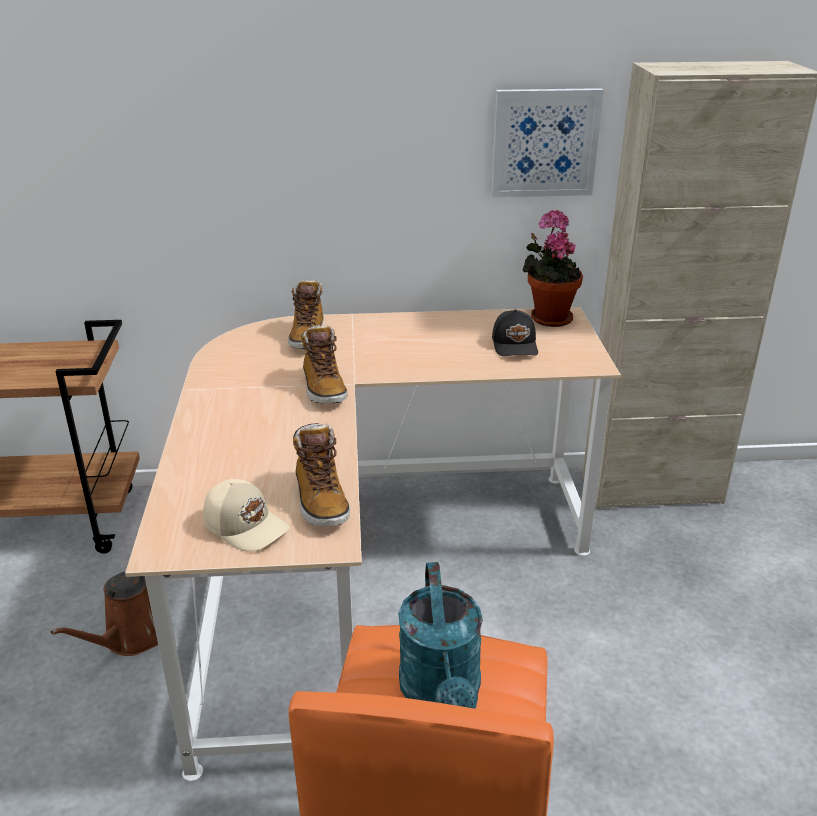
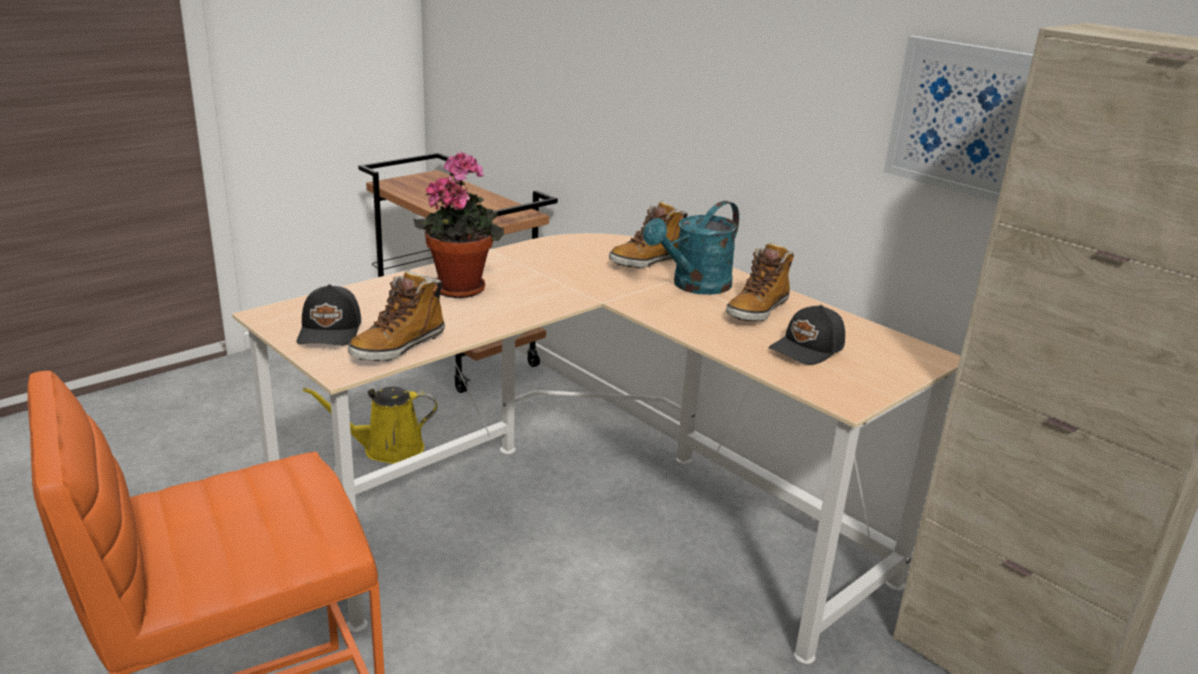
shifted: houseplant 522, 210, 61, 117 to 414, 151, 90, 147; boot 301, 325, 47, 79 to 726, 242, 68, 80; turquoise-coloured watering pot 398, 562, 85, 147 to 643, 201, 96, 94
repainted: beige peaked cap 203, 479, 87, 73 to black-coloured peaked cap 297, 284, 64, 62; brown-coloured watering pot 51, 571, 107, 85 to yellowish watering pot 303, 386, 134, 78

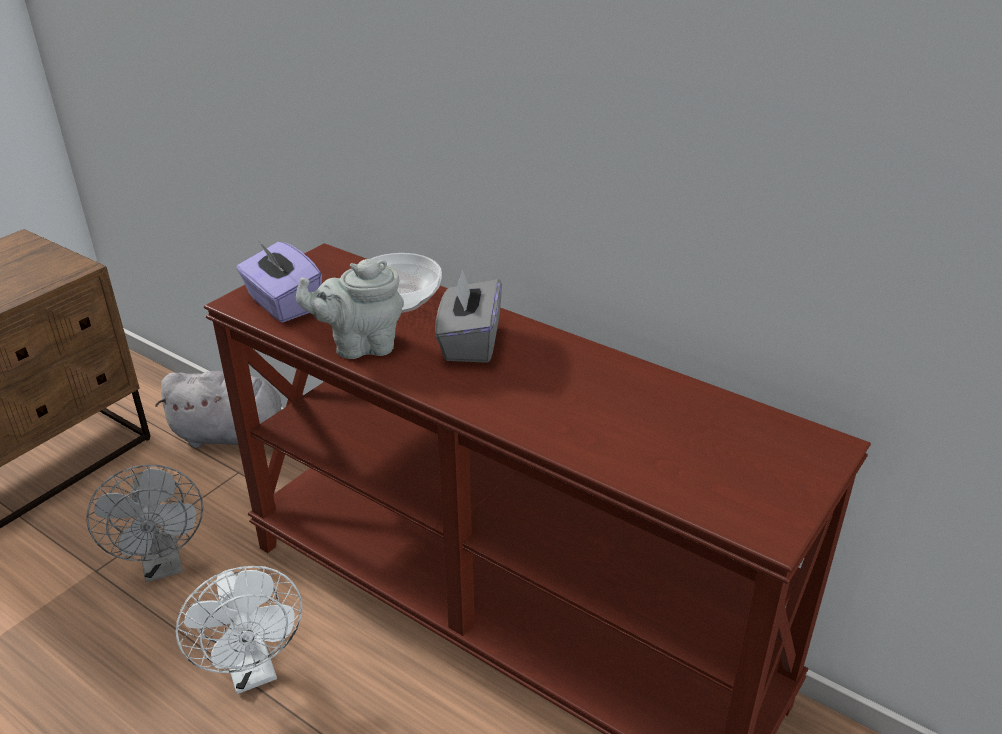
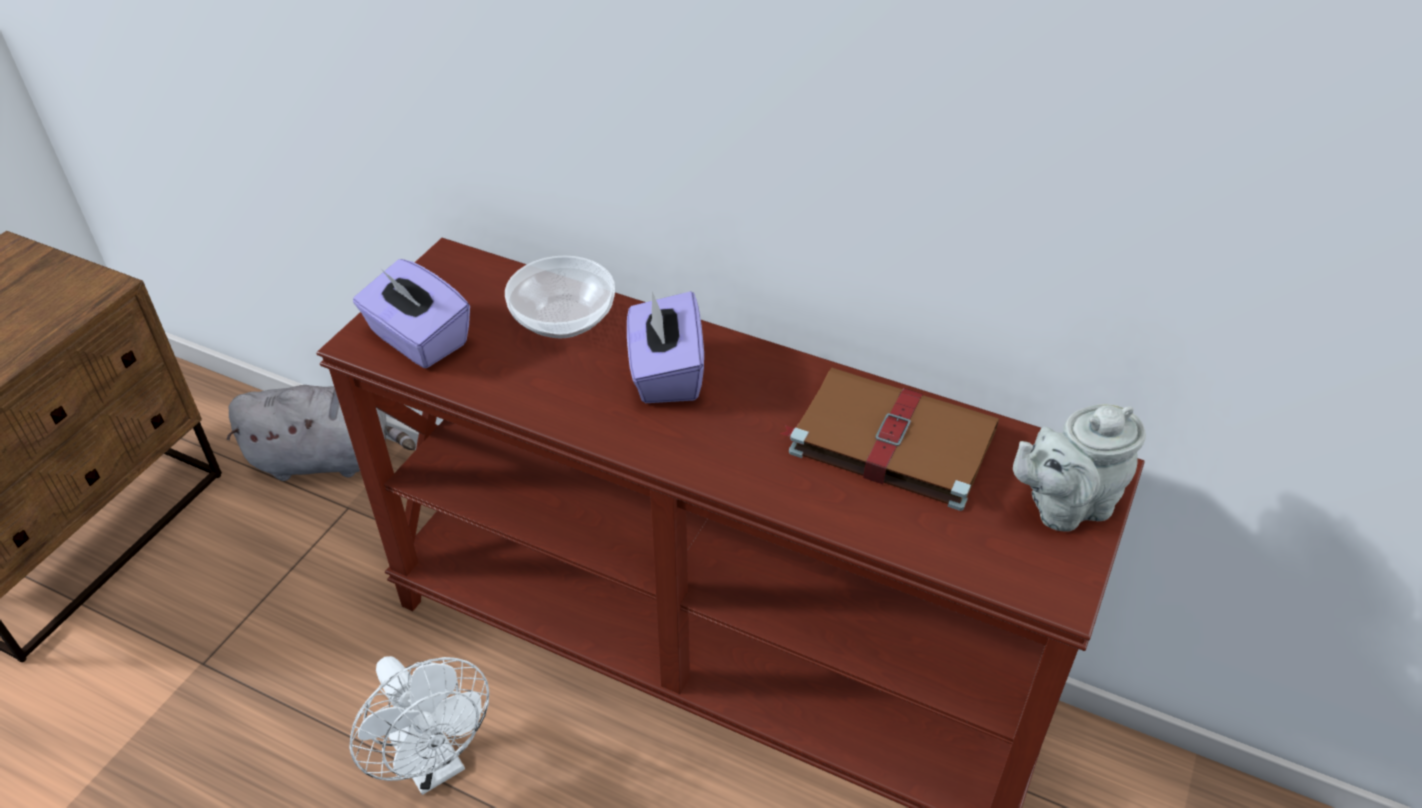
gone: gray electric fan 86, 465, 117, 117
new: brown-coloured volume 780, 368, 219, 143
shifted: gray teapot 296, 259, 108, 100 to 1013, 404, 133, 128
repainted: gray tissue holder 435, 270, 67, 93 to purple tissue holder 627, 291, 77, 112

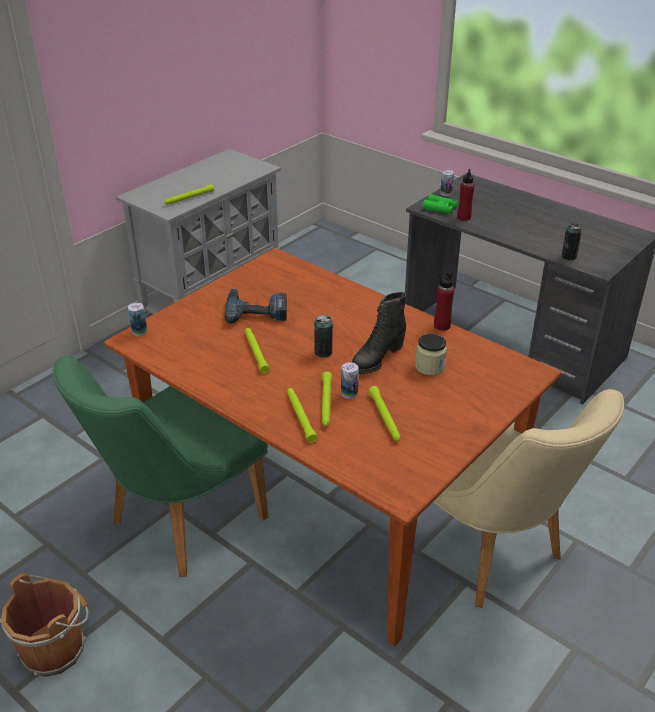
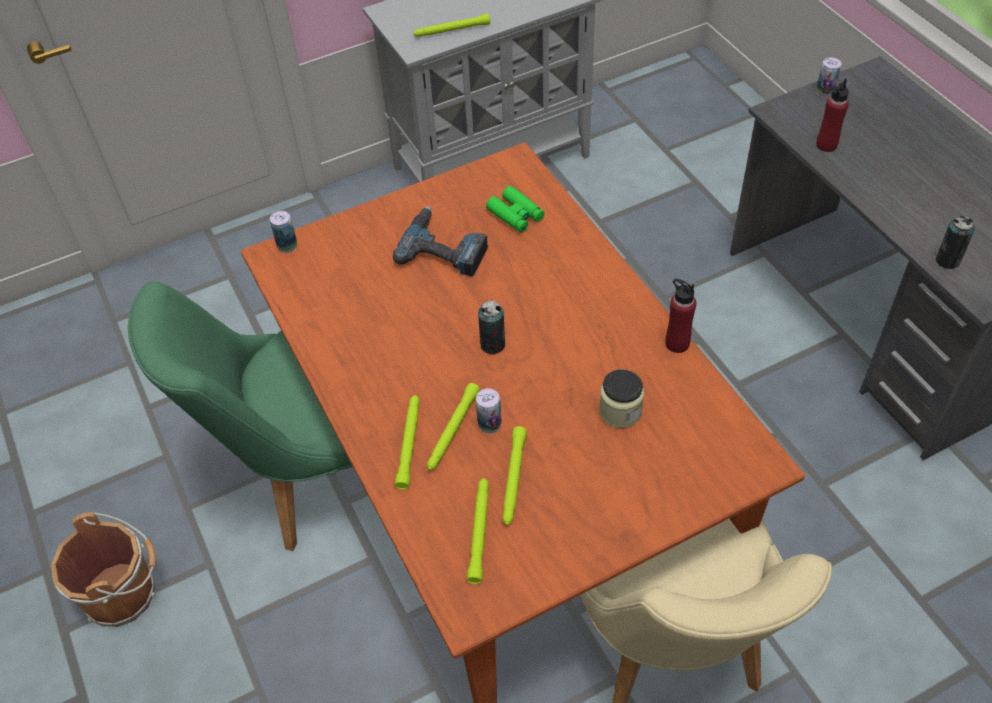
gone: black-coloured boot 352, 292, 54, 82
shifted: green pair of binoculars 423, 194, 35, 20 to 486, 186, 59, 47; green flashlight 245, 328, 25, 45 to 467, 478, 22, 106

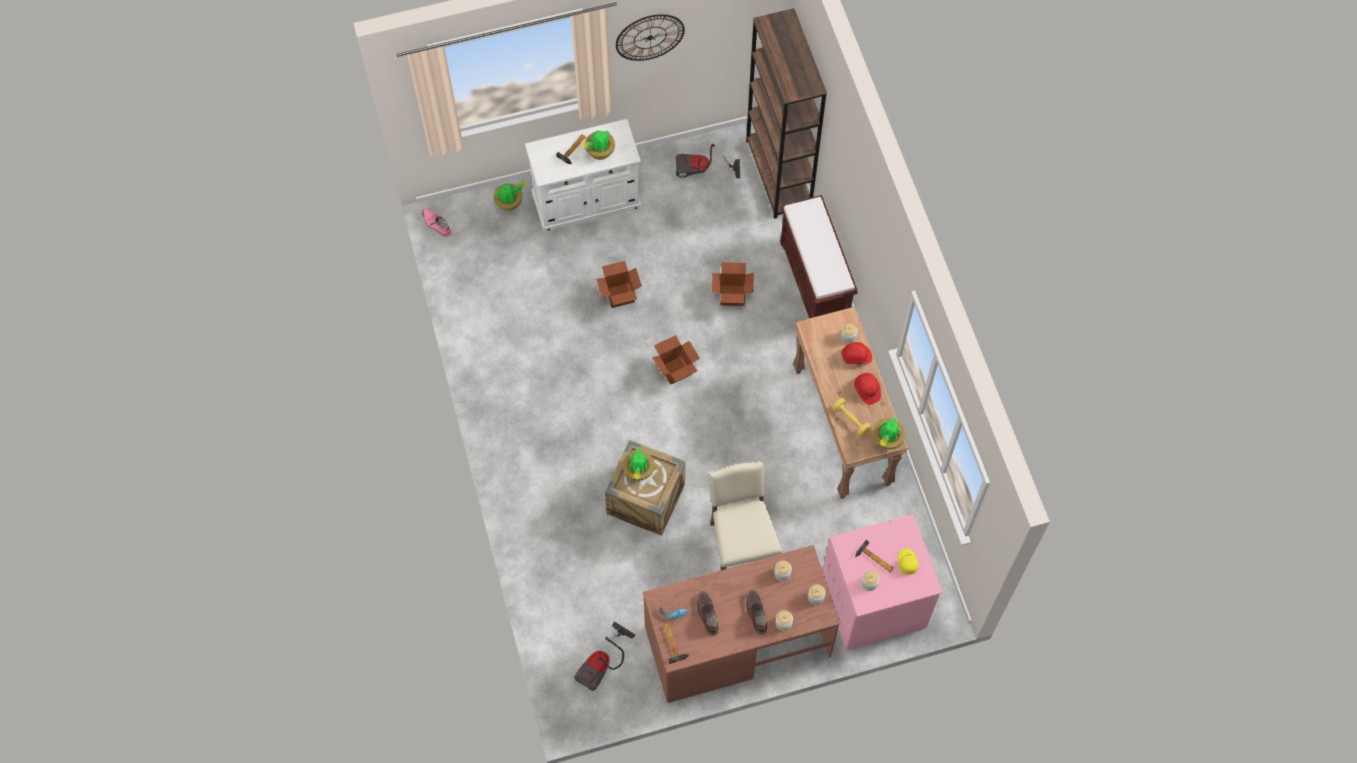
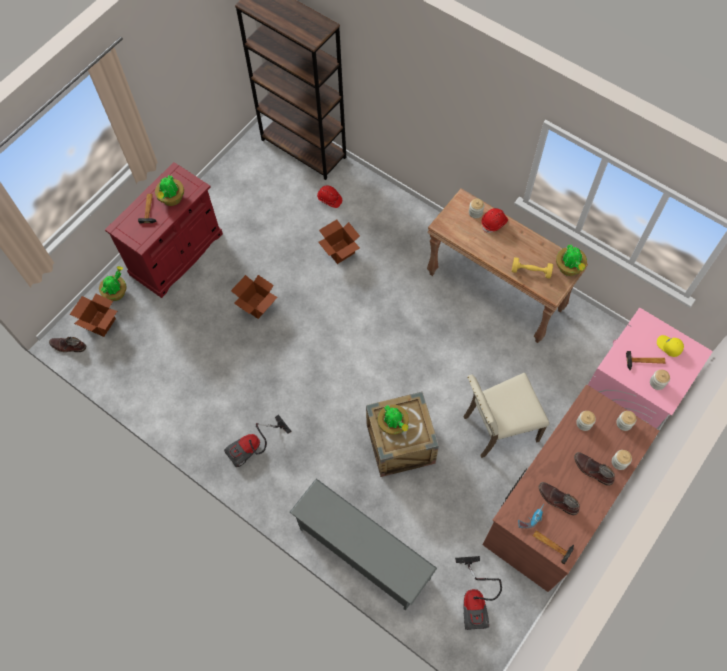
gone: clock on the wall 616, 14, 69, 47; brown-coloured bench 780, 195, 78, 123
new: gray shoe stand 290, 479, 147, 132
shifted: vacuum 676, 144, 64, 34 to 224, 414, 68, 53; cardboard box 652, 335, 48, 50 to 70, 294, 47, 43; red work helmet 854, 373, 27, 32 to 317, 185, 25, 23
repainted: white-coloured cabinet 525, 119, 116, 114 to red cabinet 105, 162, 118, 136; pink boot 422, 208, 29, 29 to brown-coloured boot 49, 337, 38, 15
rotated: beige chair 709, 461, 74, 110 = 463, 373, 87, 85 60 degrees counterclockwise

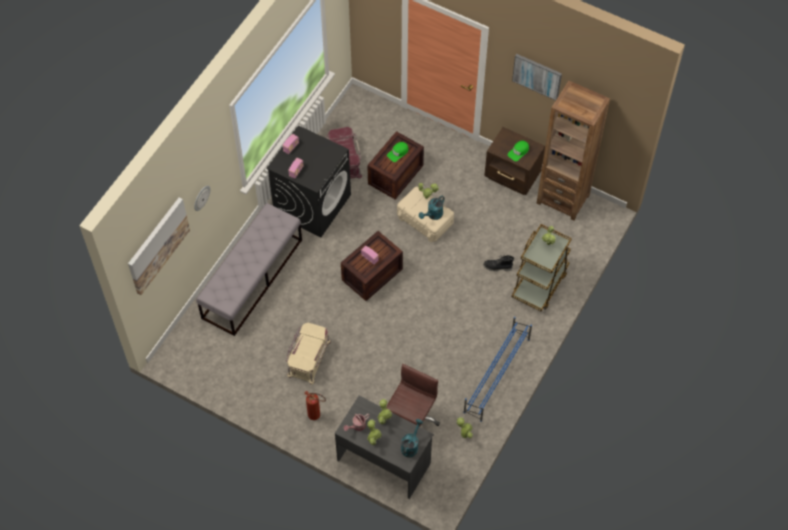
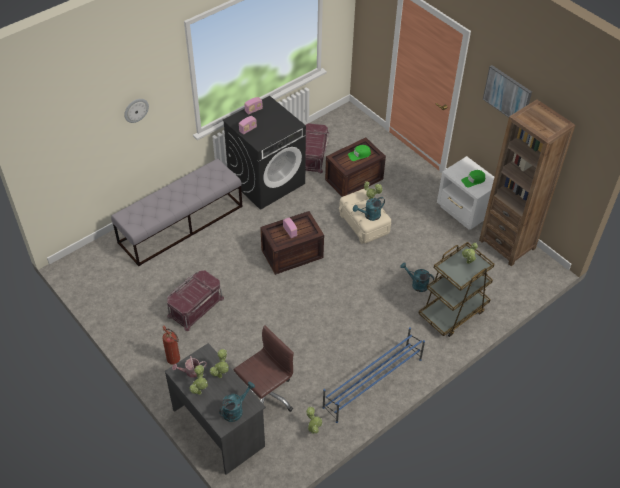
gone: wall picture 128, 197, 62, 98
swapped: black-coloured boot 483, 255, 31, 16 to turquoise-coloured watering pot 400, 262, 34, 30
repainted: brown-coloured bedside table 484, 127, 61, 68 to white-coloured bedside table 437, 156, 57, 74; beige storage bin 286, 323, 45, 62 to red storage bin 167, 270, 57, 61

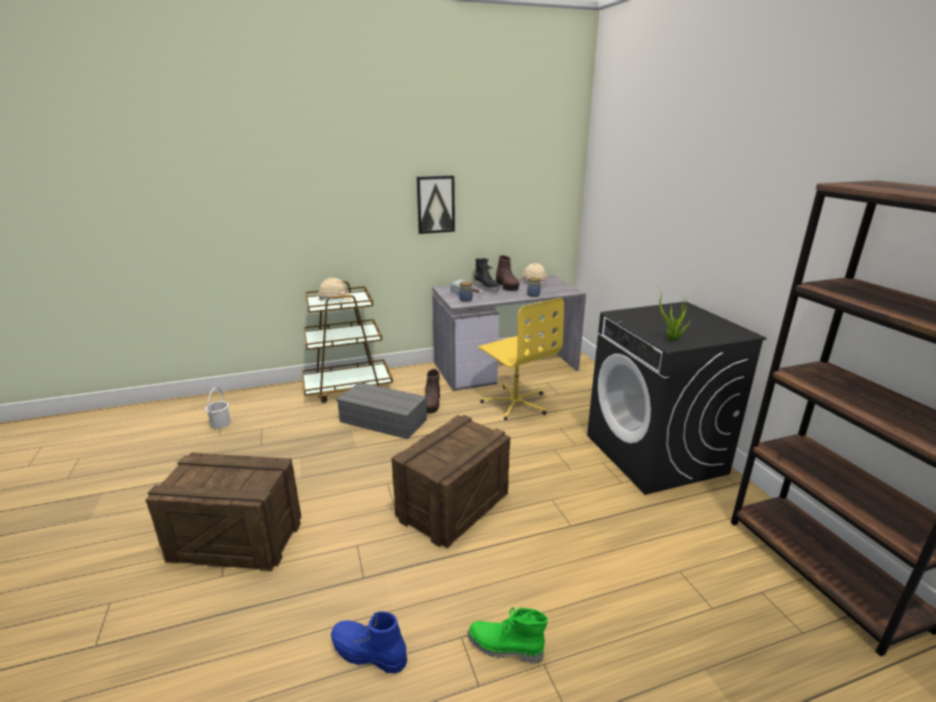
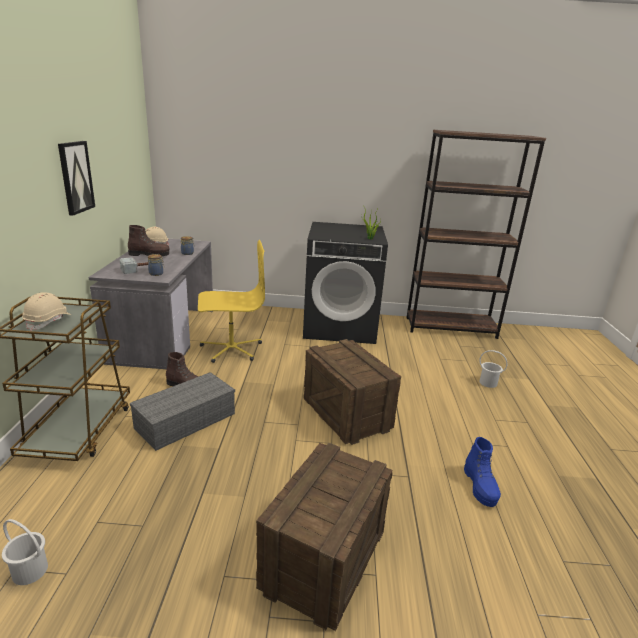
gone: black-coloured boot 474, 258, 25, 33; green boot 468, 607, 80, 57
new: white-coloured pail 479, 350, 29, 38
rotated: blue-coloured boot 331, 611, 76, 62 = 464, 437, 37, 70 45 degrees counterclockwise

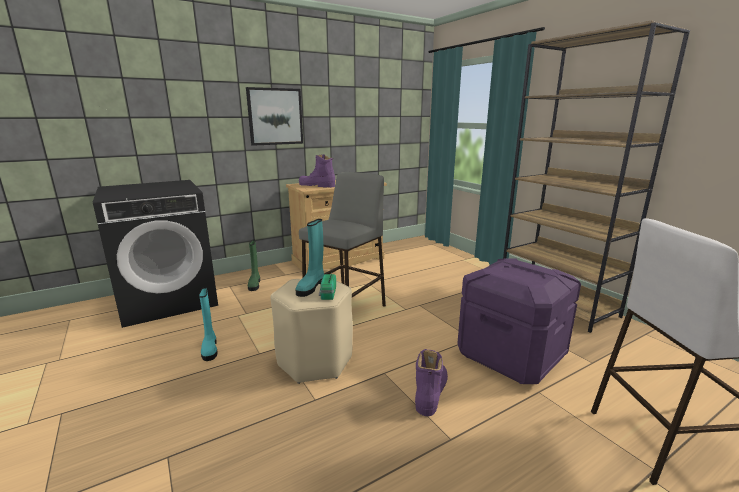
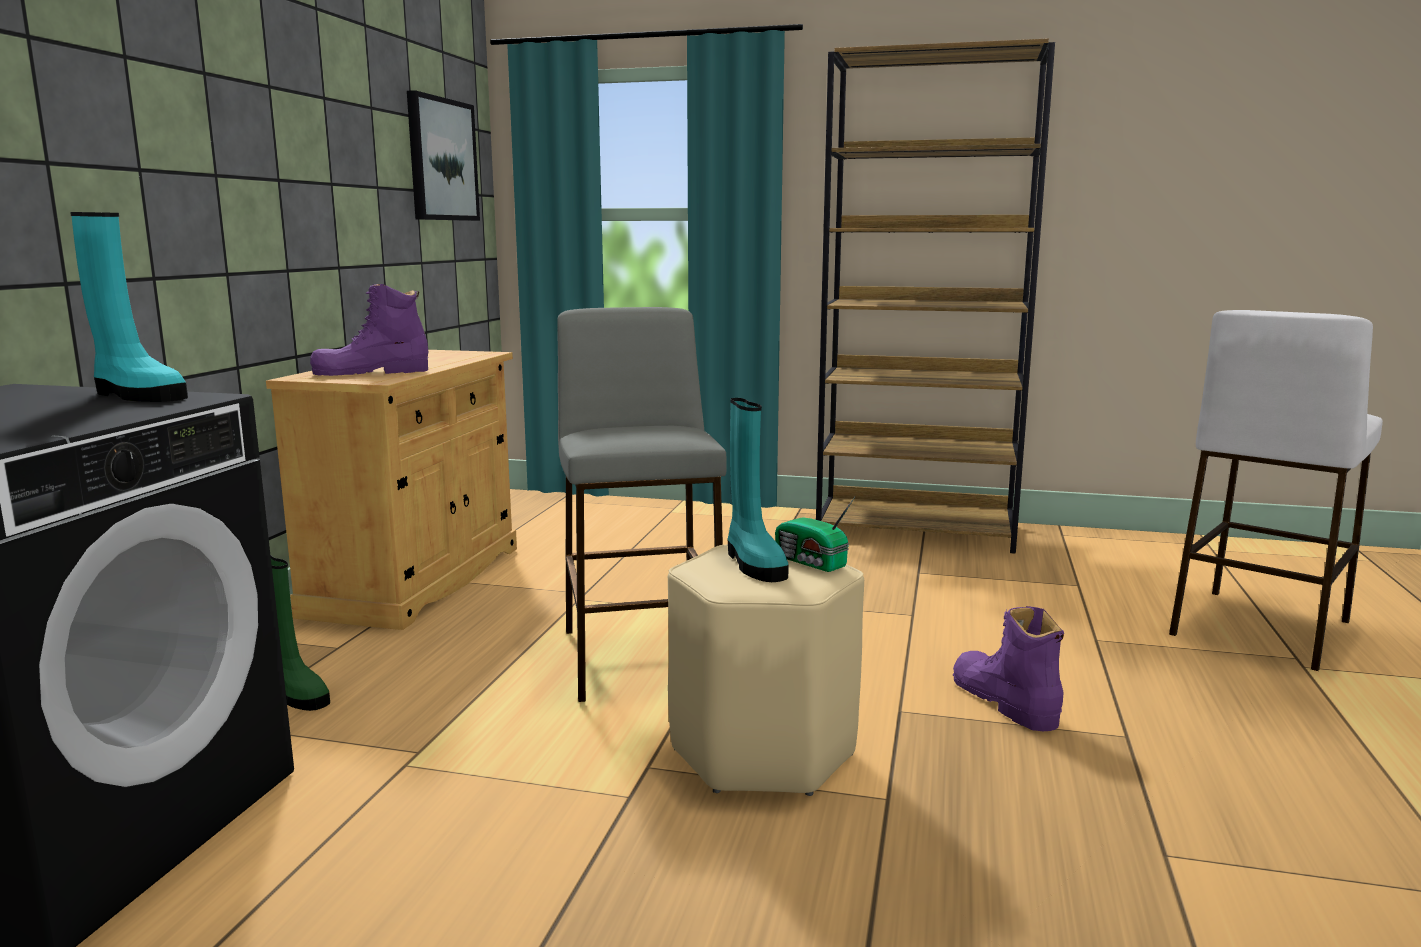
gone: purple storage bin 457, 259, 124, 125
shifted: wall picture 246, 87, 57, 59 to 407, 90, 73, 131; turquoise-coloured boot 199, 287, 19, 74 to 70, 212, 118, 190

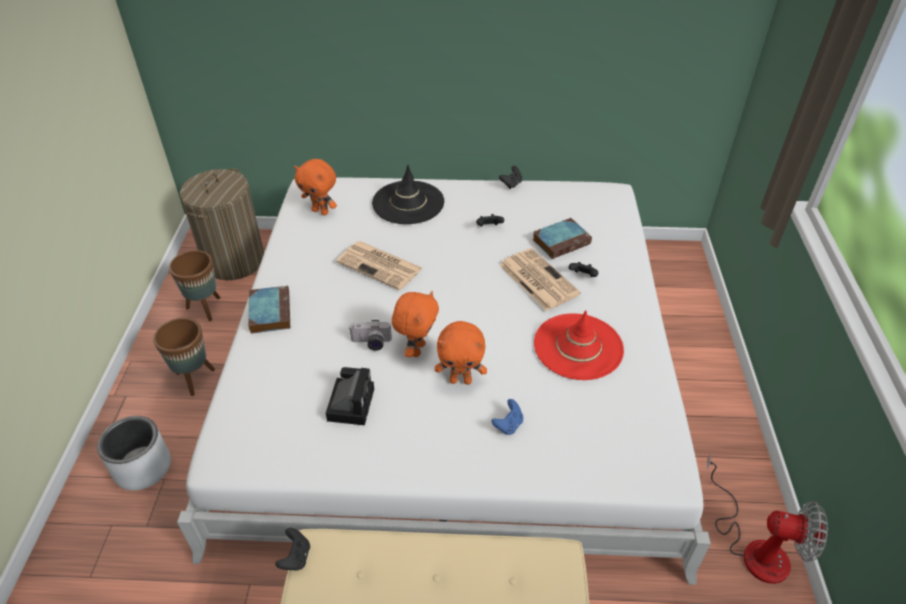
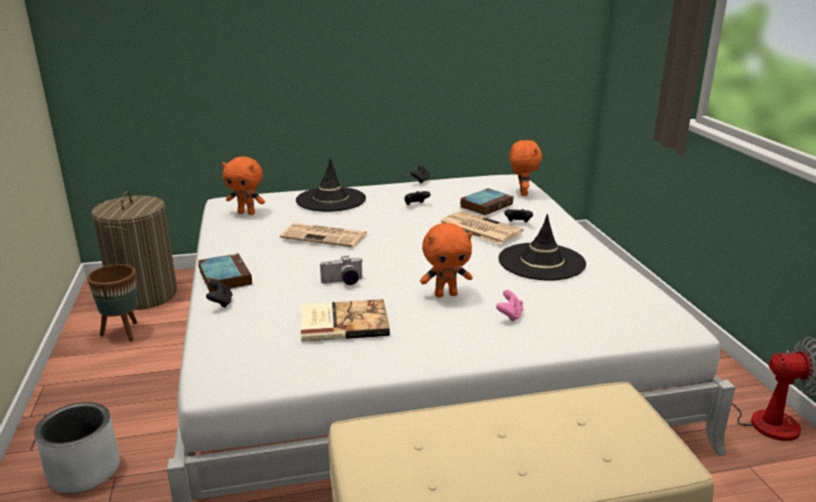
gone: brown-coloured plant pot 153, 318, 62, 78
shifted: orange soft toy 392, 291, 47, 66 to 510, 140, 32, 56; black-coloured joypad 275, 528, 35, 43 to 206, 279, 26, 29
swapped: still camera 326, 367, 48, 58 to volume 301, 299, 89, 43
repainted: red hat 534, 310, 90, 70 to black-coloured hat 498, 214, 88, 67; blue-coloured joypad 491, 399, 32, 36 to pink joypad 496, 290, 27, 32

